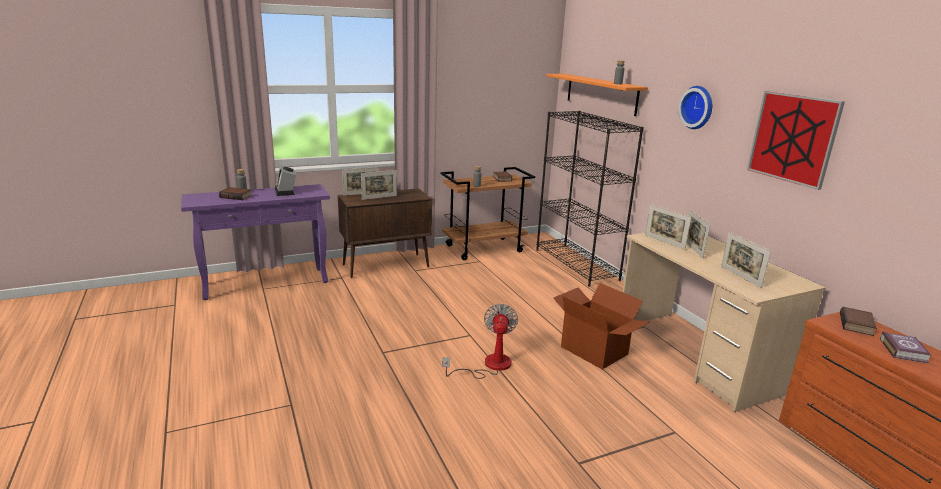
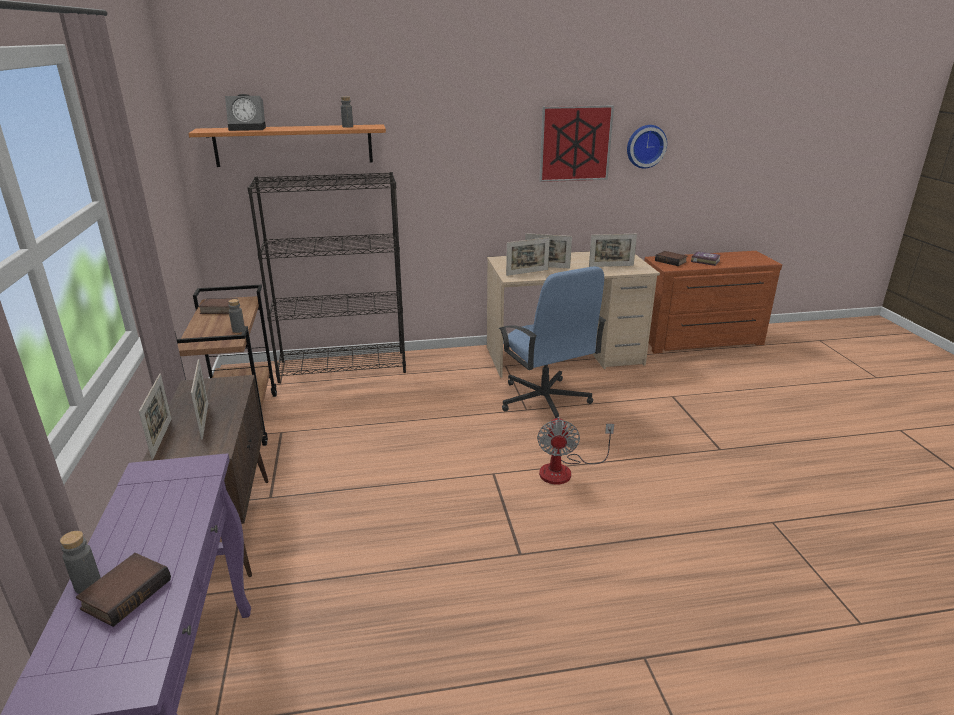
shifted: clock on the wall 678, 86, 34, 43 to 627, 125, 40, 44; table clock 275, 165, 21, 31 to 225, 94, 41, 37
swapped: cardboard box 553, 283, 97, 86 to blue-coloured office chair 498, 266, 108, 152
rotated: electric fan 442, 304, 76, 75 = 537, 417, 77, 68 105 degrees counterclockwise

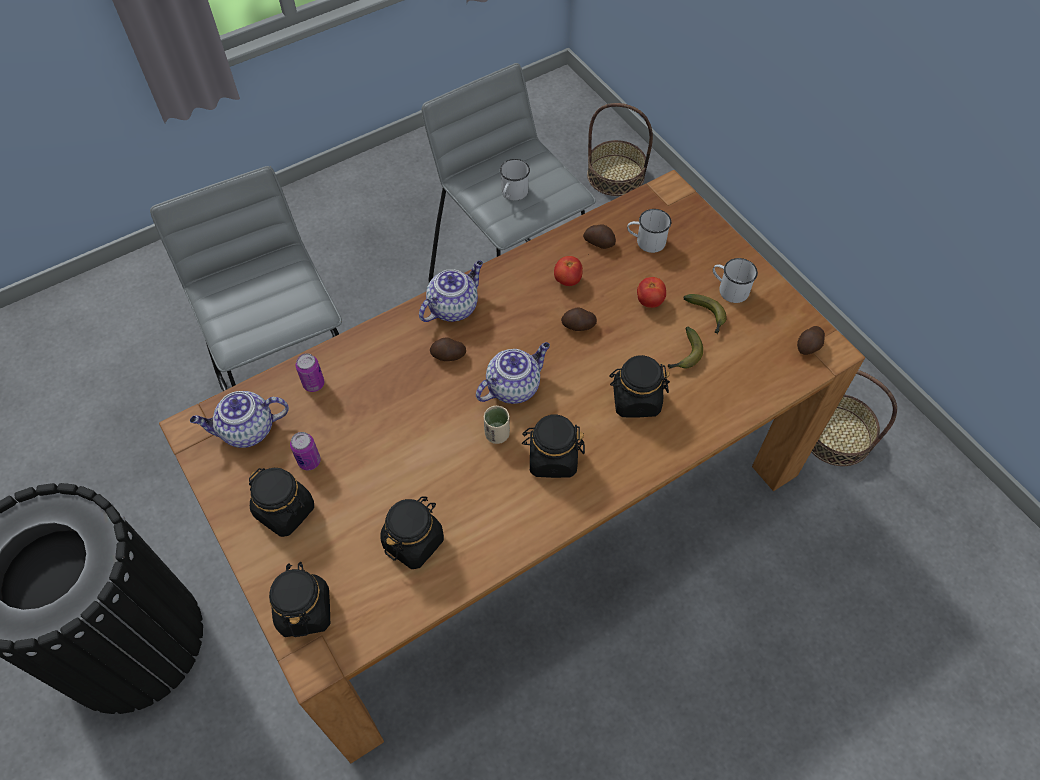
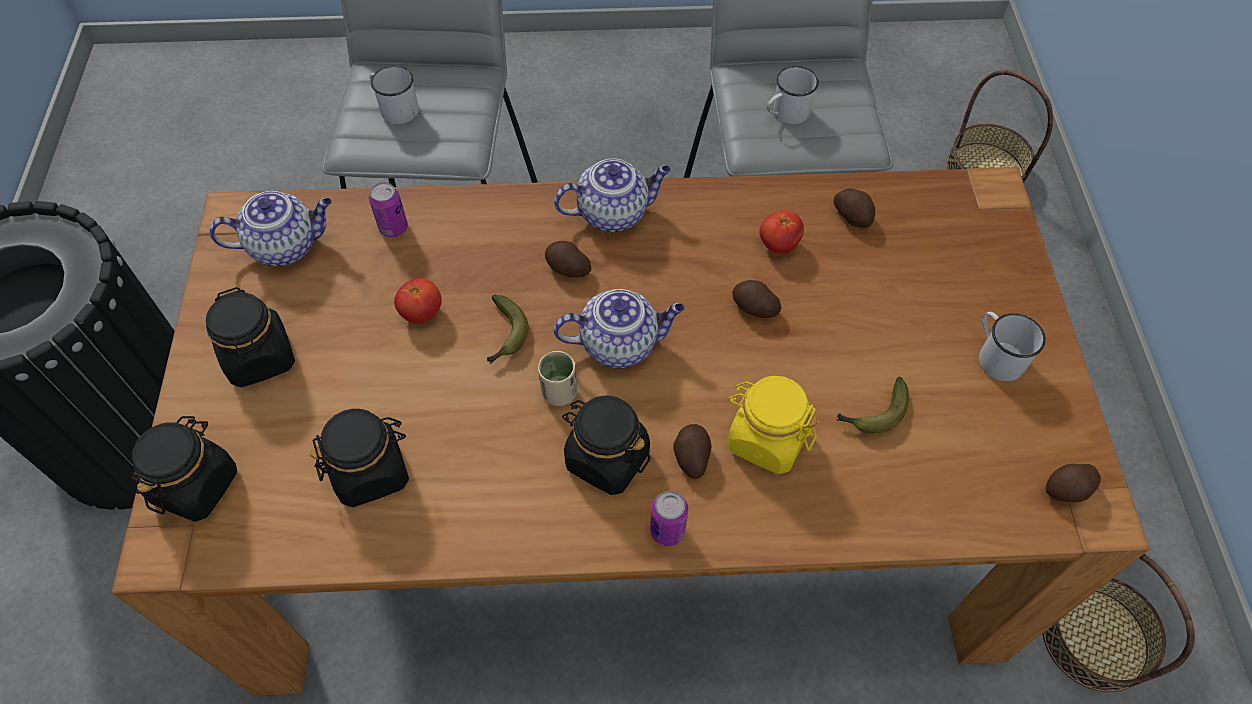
new: potato 673, 424, 39, 55
shifted: white-coloured coffee mug 627, 209, 44, 44 to 370, 66, 49, 58; tomato 637, 277, 29, 31 to 394, 278, 48, 46; whole banana 683, 294, 44, 40 to 487, 295, 41, 69; can 290, 432, 31, 38 to 650, 491, 38, 55
repainted: black-coloured storage jar 609, 355, 61, 62 to yellowish storage jar 727, 376, 92, 98
rotated: teapot 190, 391, 99, 57 = 209, 191, 123, 75 150 degrees clockwise

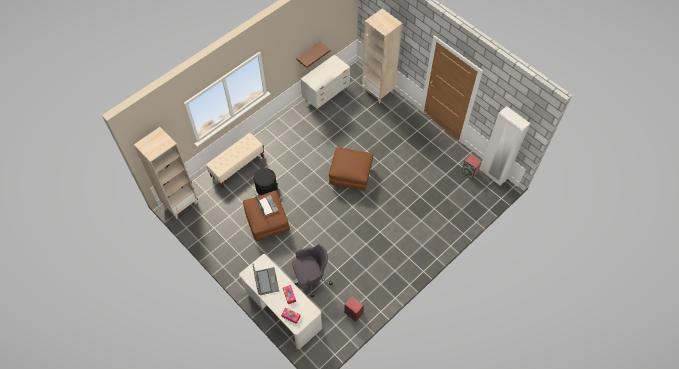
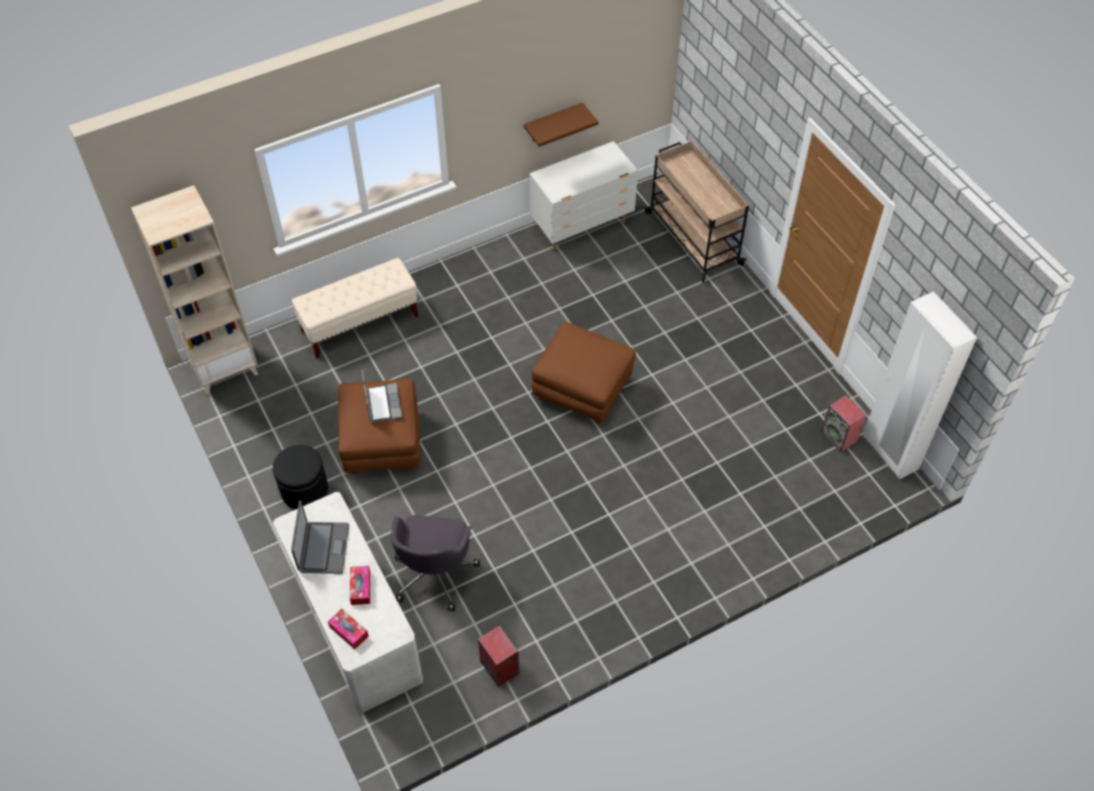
shifted: black-coloured footrest 254, 168, 23, 28 to 273, 445, 55, 64
swapped: beige bookshelf 362, 8, 41, 95 to beige wheeled cart 645, 141, 104, 141
rotated: gray office chair 292, 244, 41, 53 = 391, 515, 89, 96 105 degrees clockwise

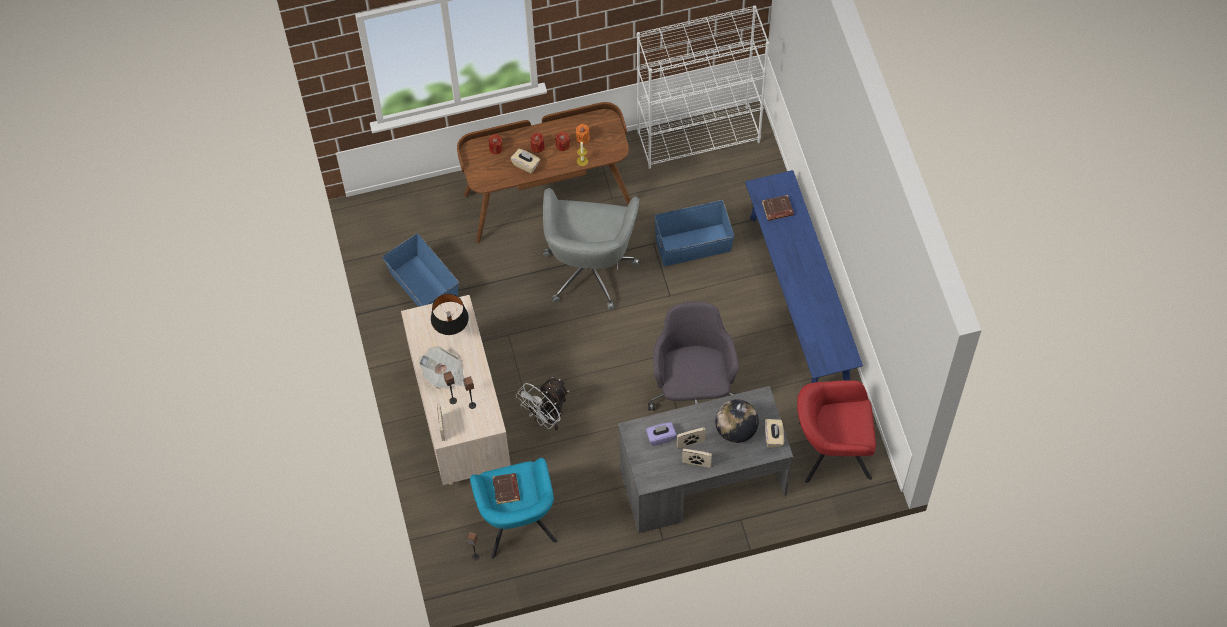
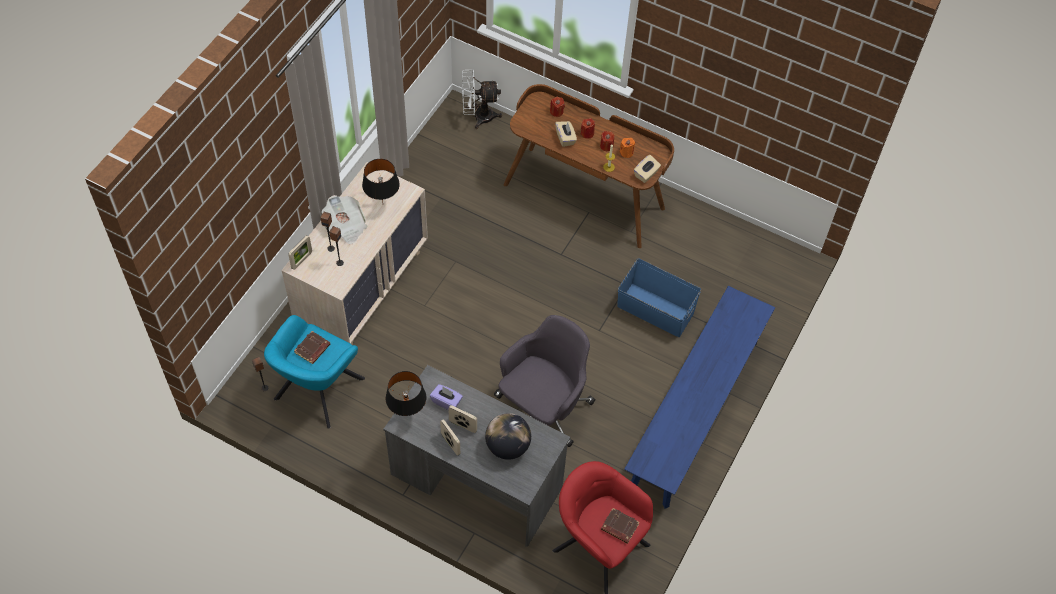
gone: white-coloured bookshelf 637, 6, 132, 163; gray office chair 543, 188, 96, 122; blue-coloured storage bin 382, 233, 77, 74
new: black-coloured table lamp 386, 371, 40, 45
shifted: brown-coloured volume 762, 195, 32, 26 to 601, 508, 39, 36; white-coloured electric fan 516, 377, 53, 53 to 462, 69, 40, 60; beige tissue holder 765, 419, 19, 28 to 634, 155, 27, 28

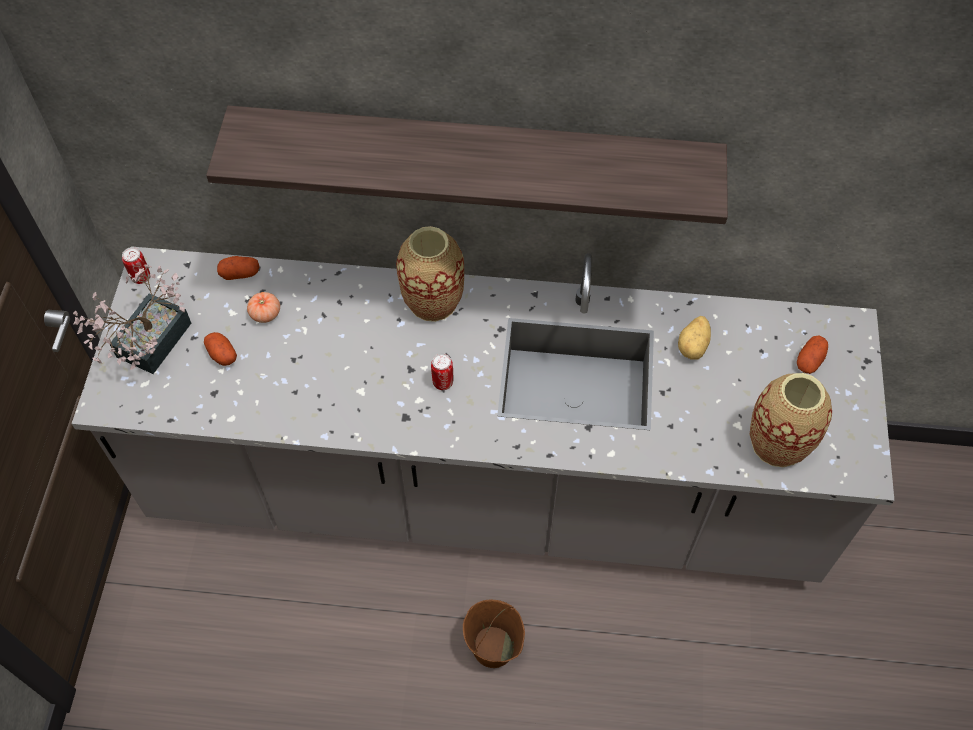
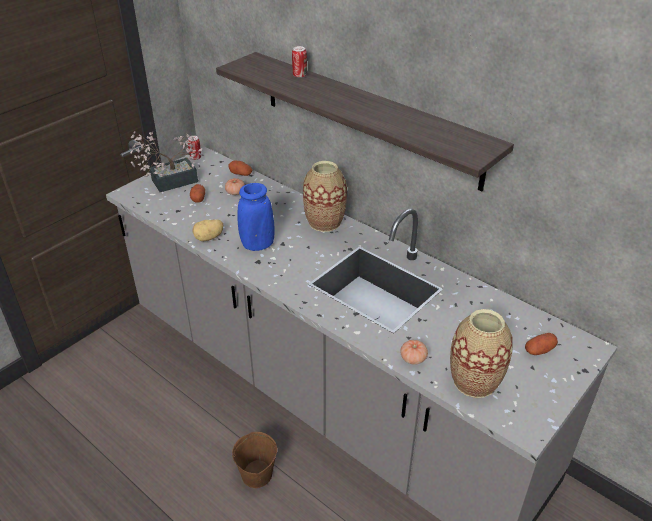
new: blue-coloured flower vase 238, 183, 37, 68; tomato 400, 340, 28, 25
shifted: potato 678, 316, 33, 44 to 193, 219, 30, 22; can 431, 354, 22, 36 to 292, 46, 15, 32

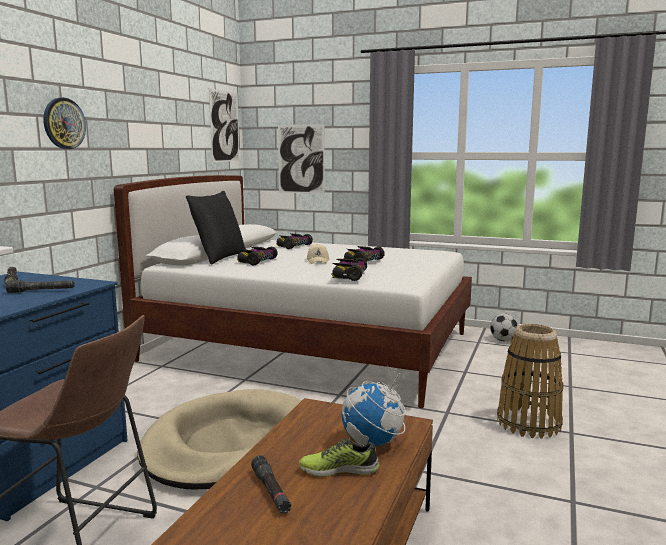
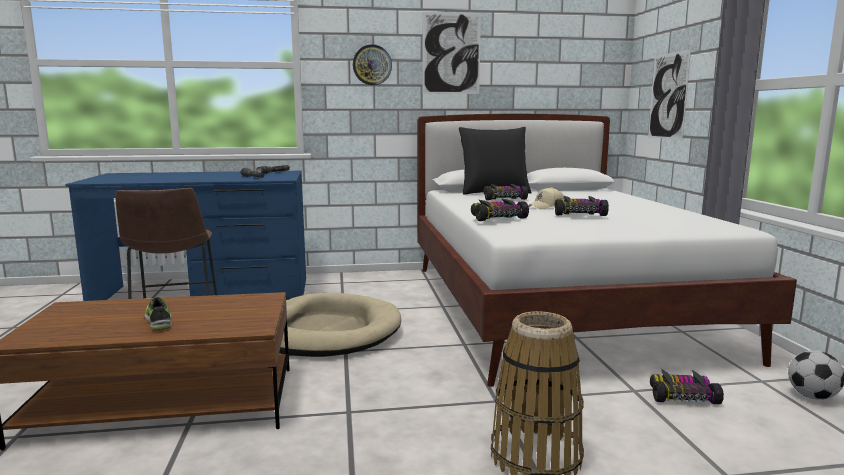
gone: desk globe 341, 366, 65, 80; black-coloured flashlight 251, 455, 40, 59
shifted: wall picture 209, 88, 31, 74 to 423, 12, 58, 82; miniature car 276, 233, 37, 16 to 650, 369, 74, 35

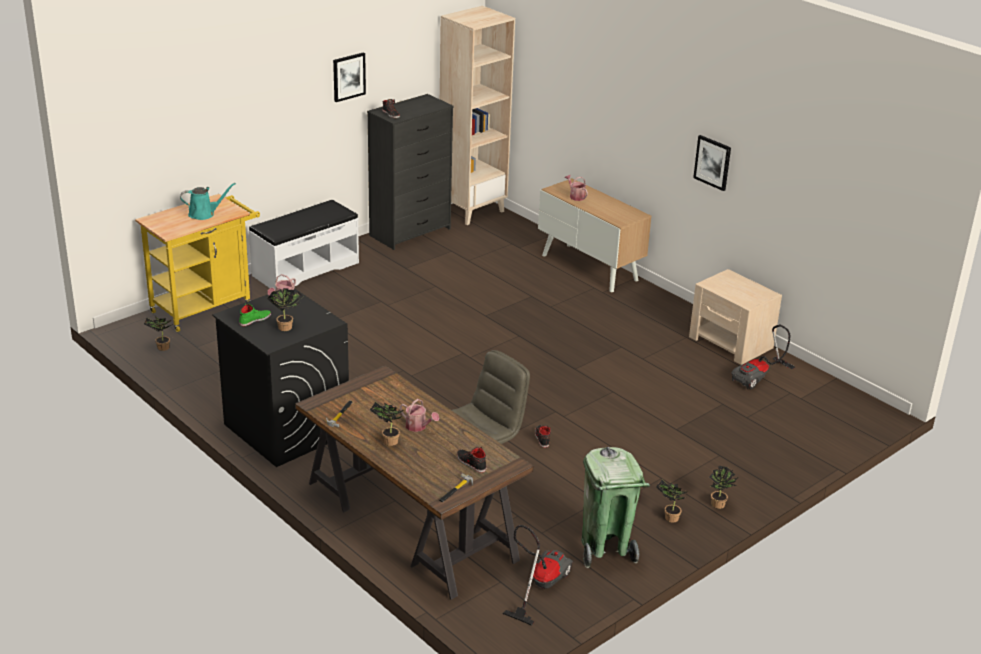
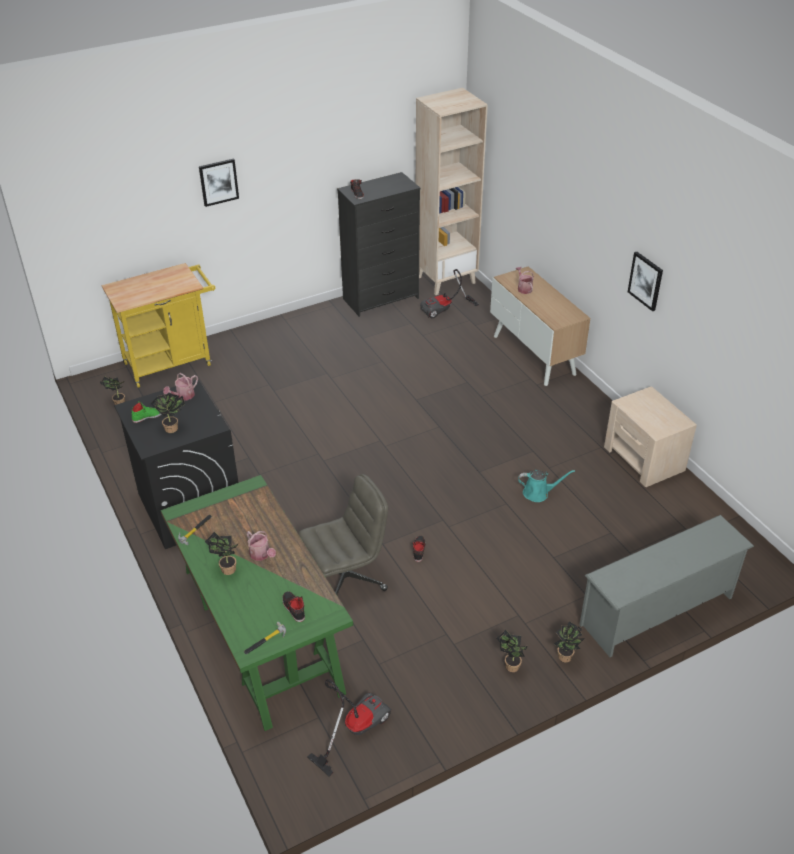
gone: white-coloured bench 249, 200, 110, 91; green rubbish bin 581, 447, 69, 121
new: gray shoe stand 579, 515, 175, 142
shifted: wall picture 333, 53, 33, 49 to 199, 158, 40, 49; turquoise-coloured watering pot 180, 183, 56, 37 to 518, 470, 57, 32; vacuum 731, 325, 64, 64 to 420, 269, 59, 49
repainted: brown-coloured desk unit 295, 366, 239, 234 to green desk unit 161, 475, 192, 256

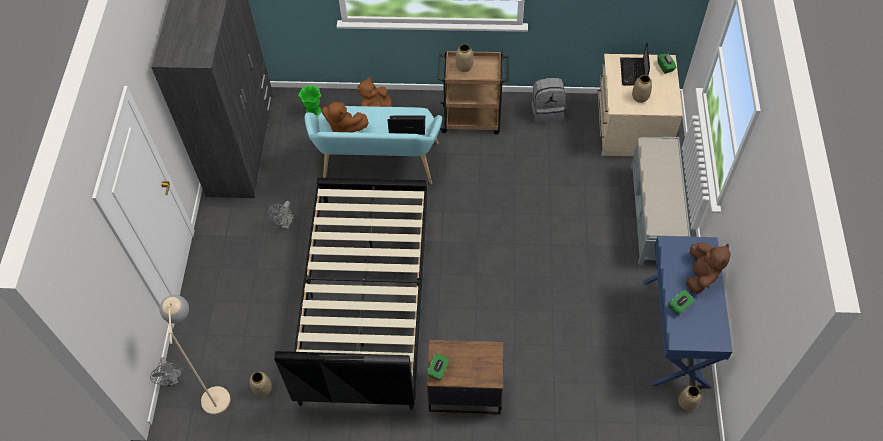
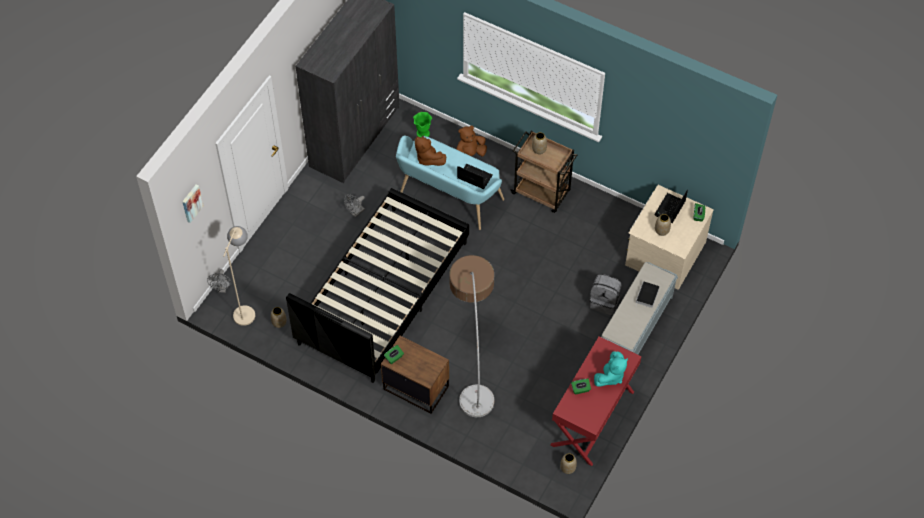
new: wall picture 182, 185, 22, 38; floor lamp 449, 255, 45, 162; volume 635, 281, 25, 27
shifted: gray backpack 531, 78, 35, 45 to 589, 274, 33, 41
repainted: blue-coloured desk unit 643, 236, 89, 152 to red desk unit 550, 336, 91, 130; brown-coloured soft toy 686, 242, 44, 52 to turquoise-coloured soft toy 594, 351, 34, 36

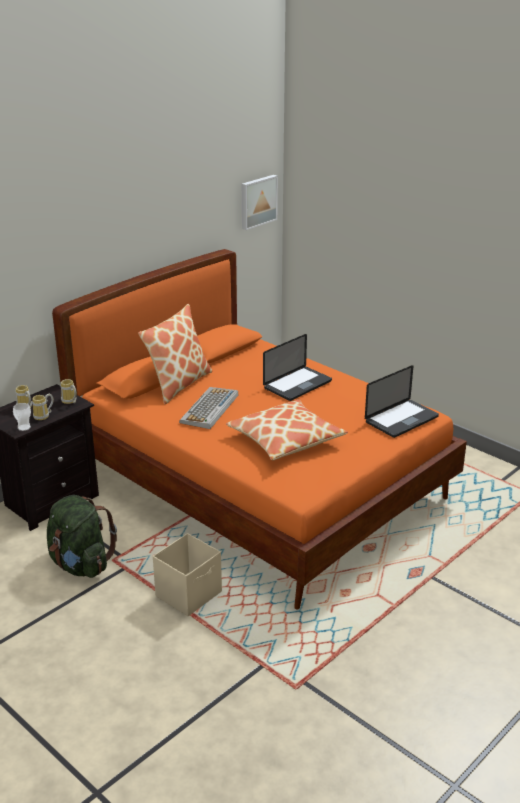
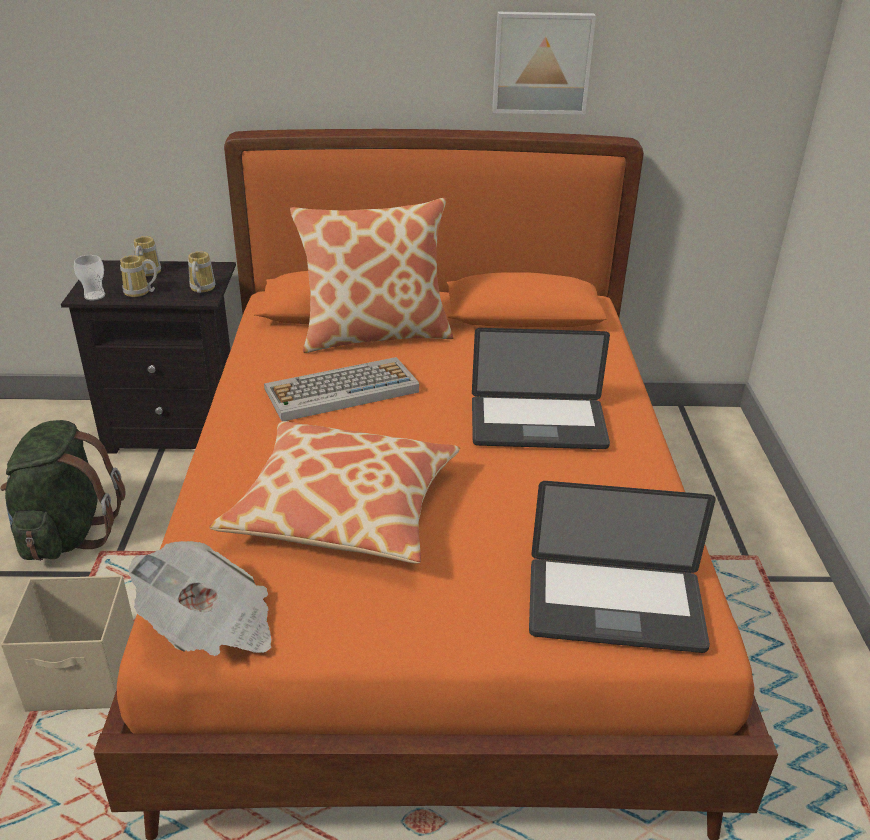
new: daily paper 129, 541, 142, 115
shifted: wall picture 242, 175, 36, 55 to 492, 12, 104, 103

